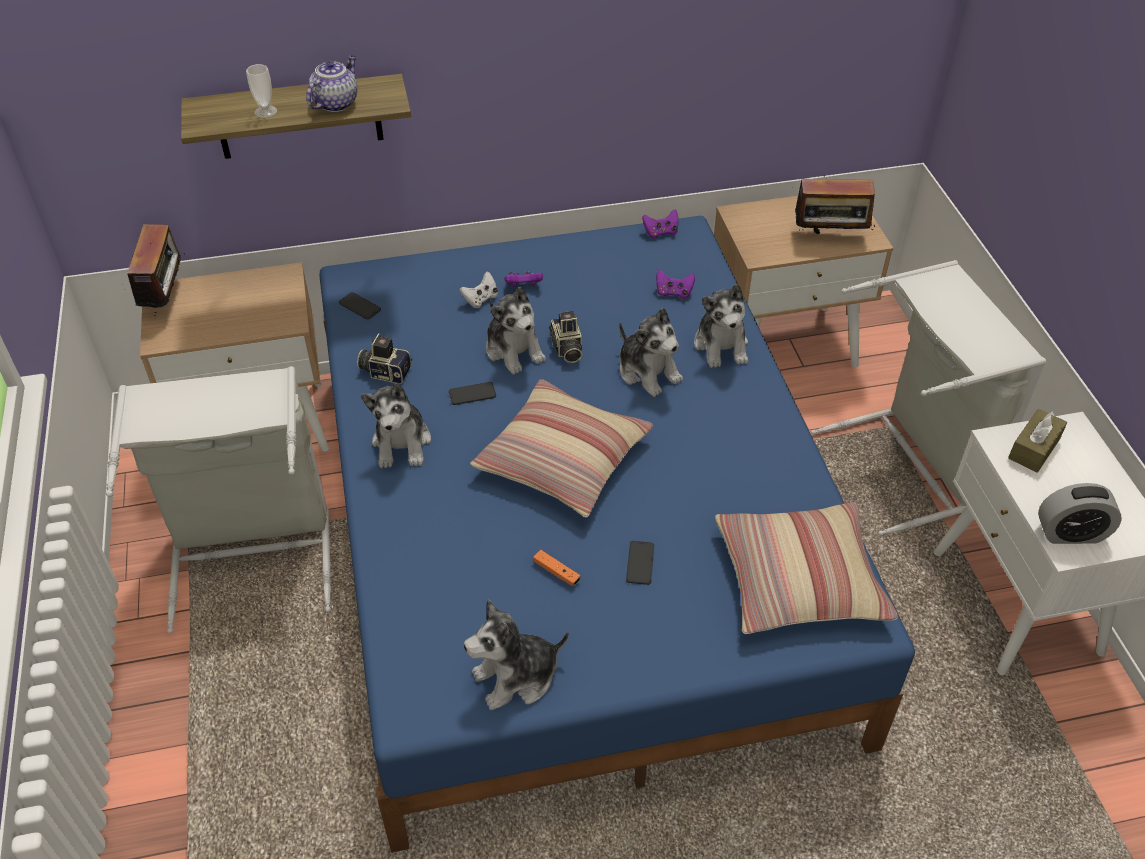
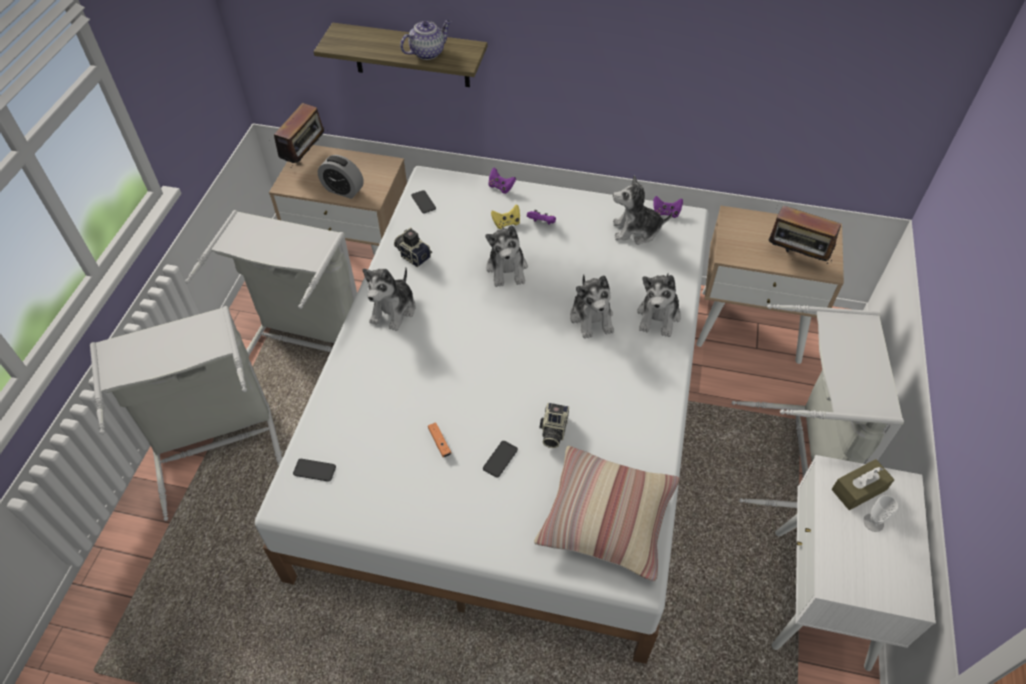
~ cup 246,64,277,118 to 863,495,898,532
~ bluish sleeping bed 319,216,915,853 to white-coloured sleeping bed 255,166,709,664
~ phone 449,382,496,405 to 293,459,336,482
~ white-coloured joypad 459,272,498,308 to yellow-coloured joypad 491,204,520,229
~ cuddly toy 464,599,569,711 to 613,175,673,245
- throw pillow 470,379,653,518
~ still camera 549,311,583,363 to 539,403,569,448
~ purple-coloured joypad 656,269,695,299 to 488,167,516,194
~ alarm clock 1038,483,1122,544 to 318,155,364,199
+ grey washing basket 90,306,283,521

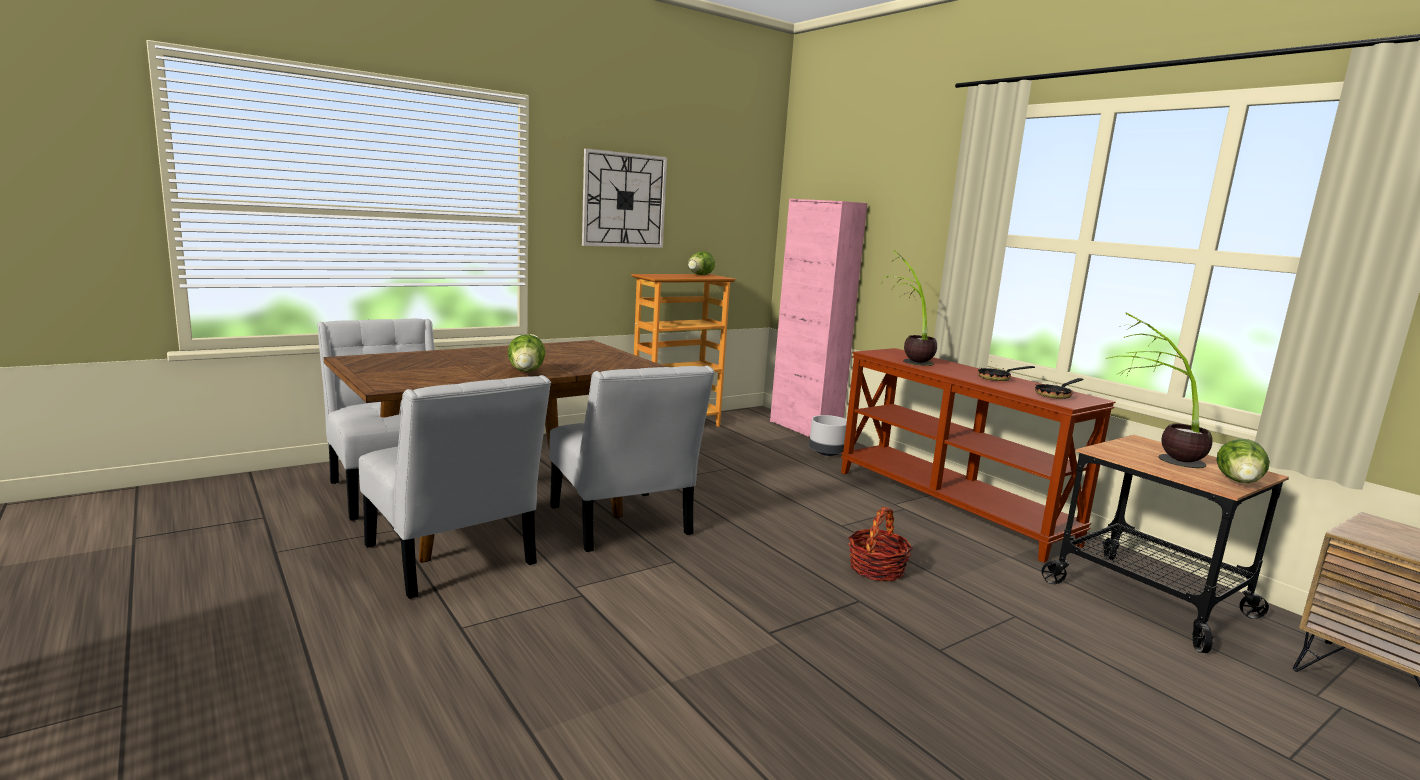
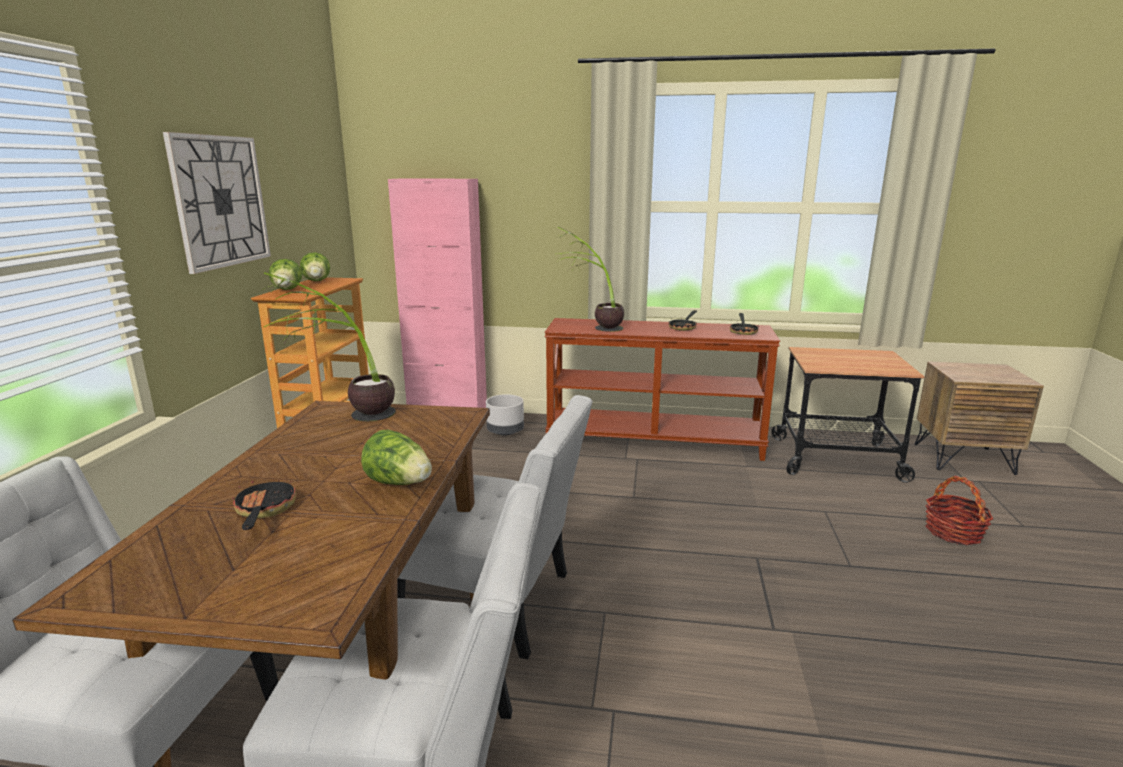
~ household basket 848,507,913,581 to 926,476,993,545
~ plant in a pot 1106,312,1213,468 to 263,272,396,421
~ head of lettuce 1216,439,1270,483 to 269,259,302,290
+ skillet 232,481,296,530

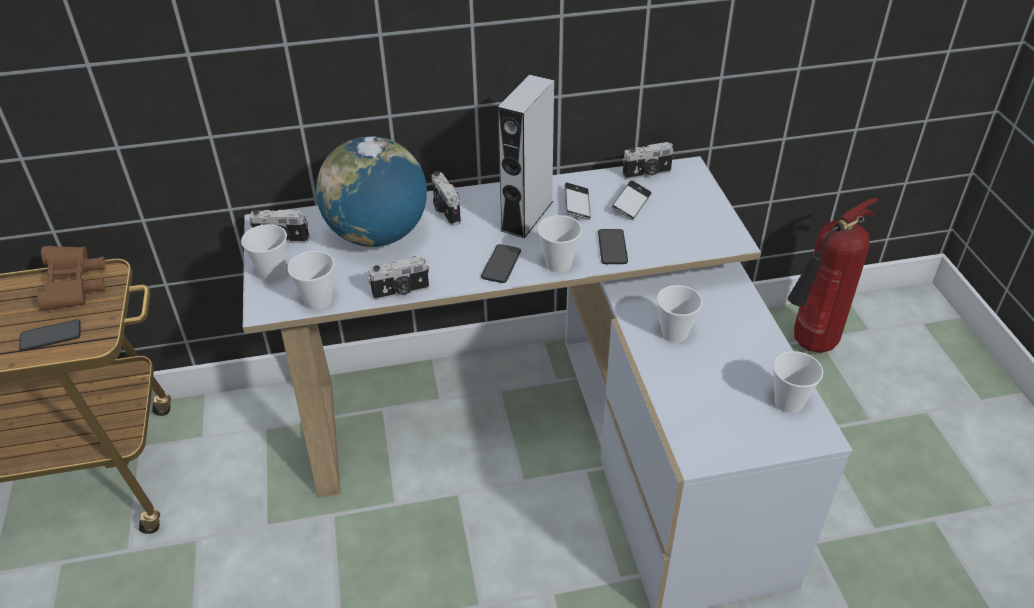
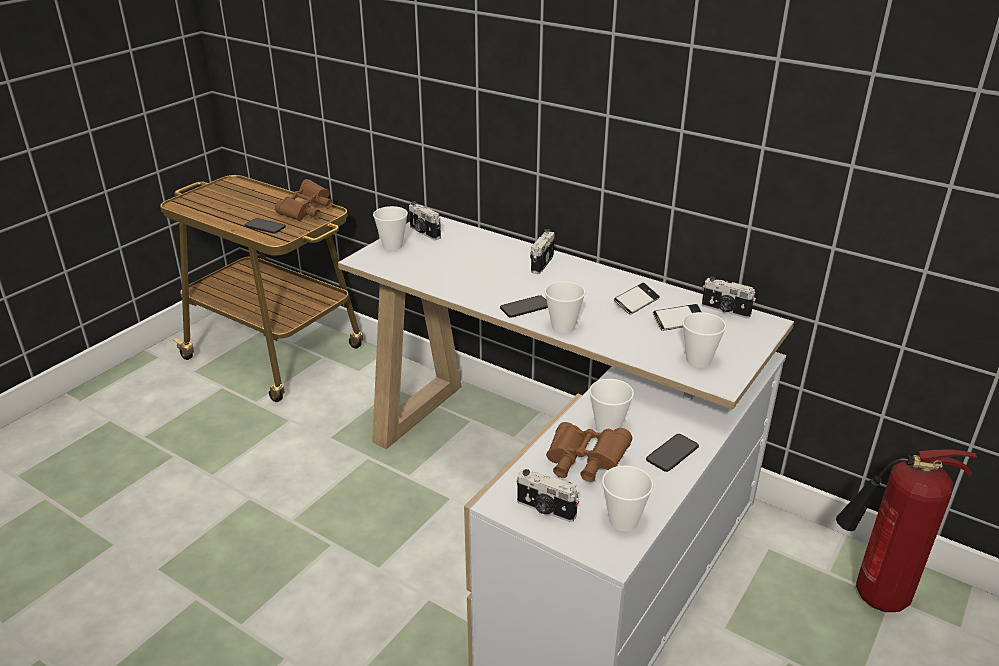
~ cup 287,251,335,310 to 682,312,726,368
- world globe 316,136,427,247
~ still camera 368,256,430,300 to 516,469,579,522
- grey speaker 498,74,554,238
~ phone 598,229,628,264 to 646,434,699,472
+ brown pair of binoculars 546,422,632,482

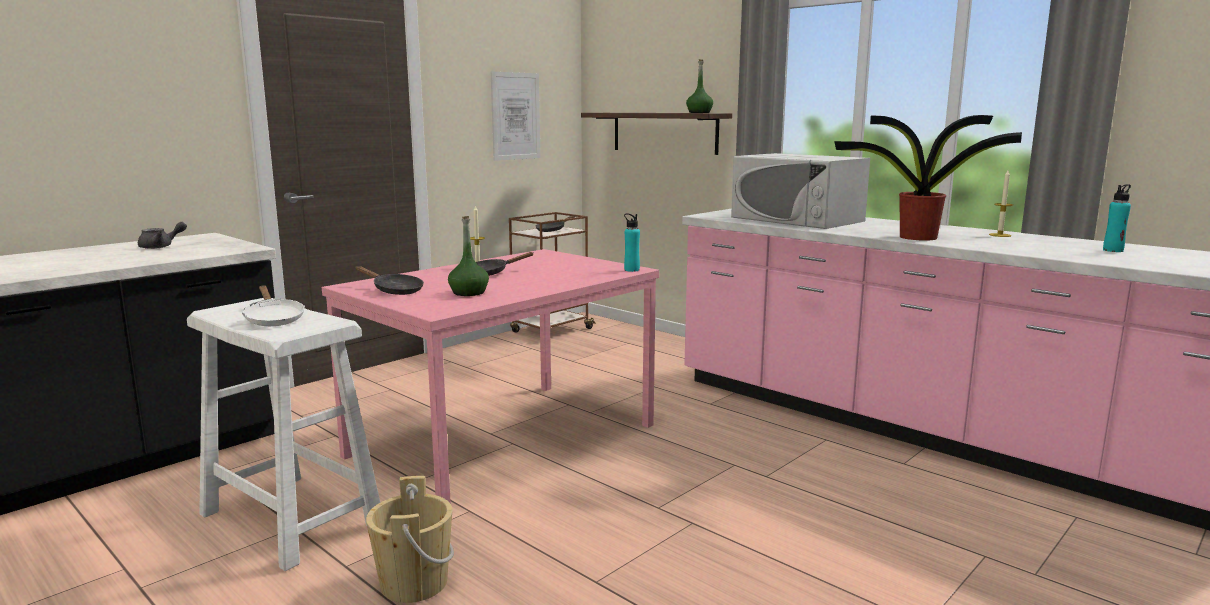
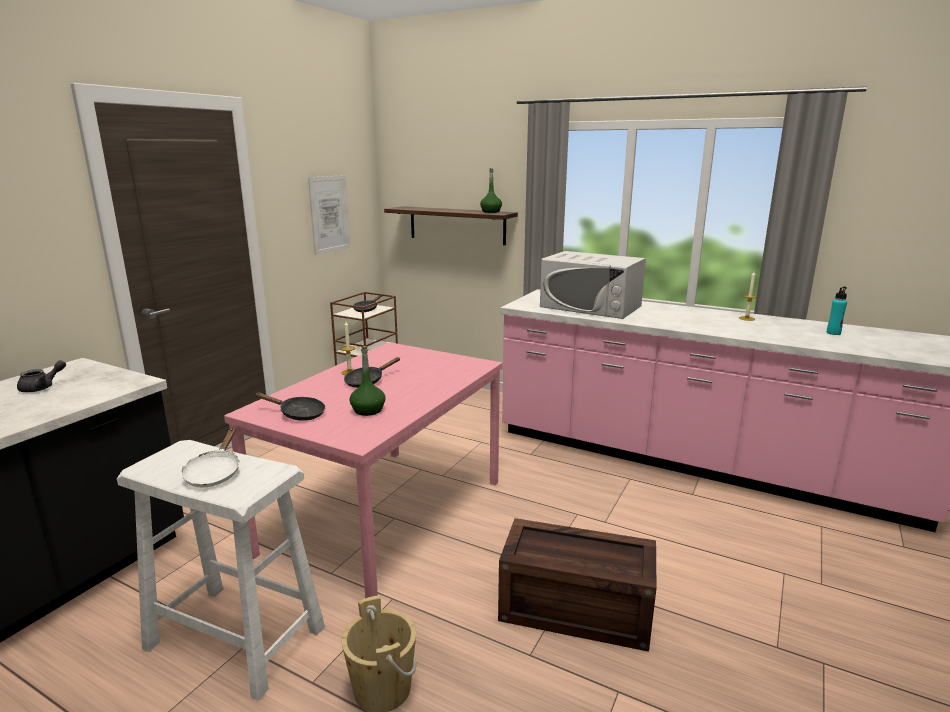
~ white-coloured skillet 242,286,305,326 = 181,428,239,488 45 degrees clockwise
- blue-green drink bottle 624,213,640,272
- plant in a pot 834,115,1022,241
+ shipping crate 498,518,656,652

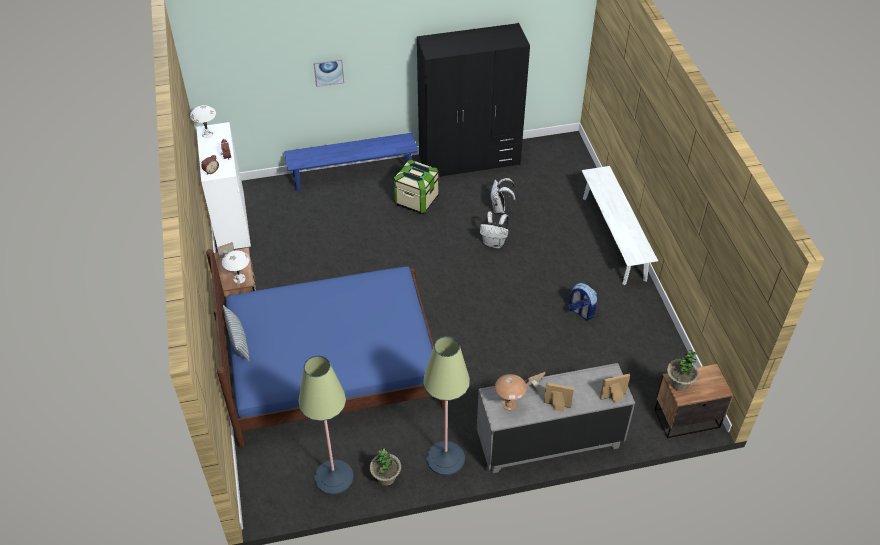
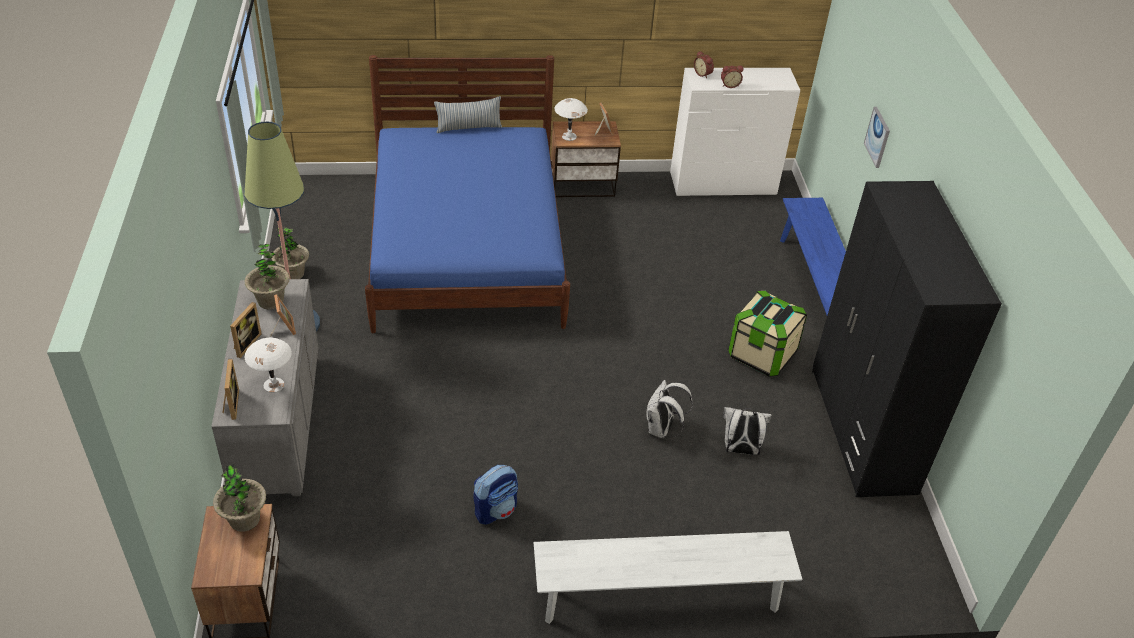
~ white-coloured table lamp 190,105,216,138 to 244,338,292,393
- floor lamp 298,355,354,495
~ brown table lamp 495,374,527,411 to plant in a pot 245,244,290,310

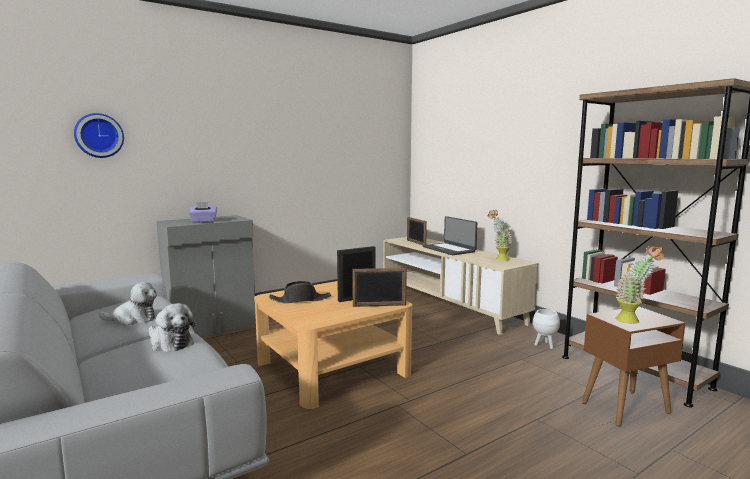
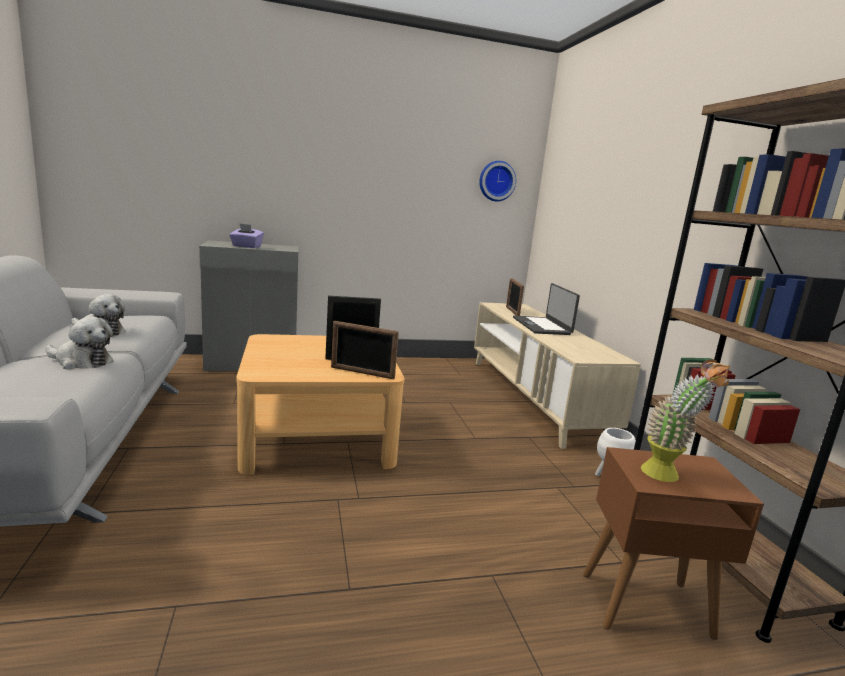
~ hanging clock 74,113,124,158 to 479,161,516,202
~ cuddly toy 149,303,195,352 = 46,317,113,369 45 degrees counterclockwise
- black-coloured hat 269,281,331,304
- plant in a pot 488,210,511,261

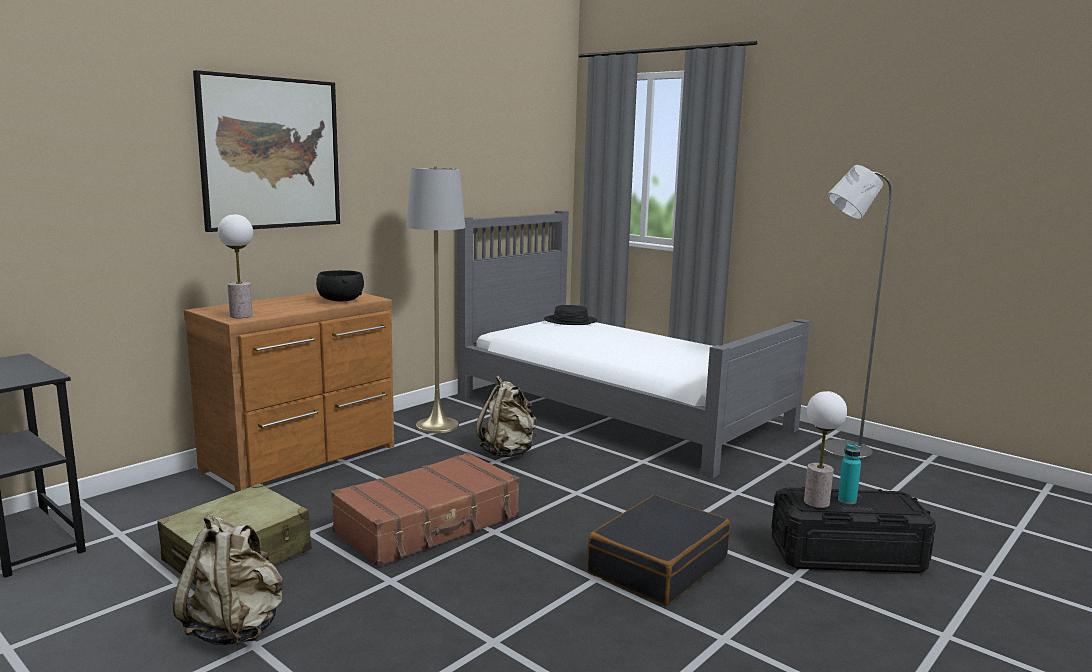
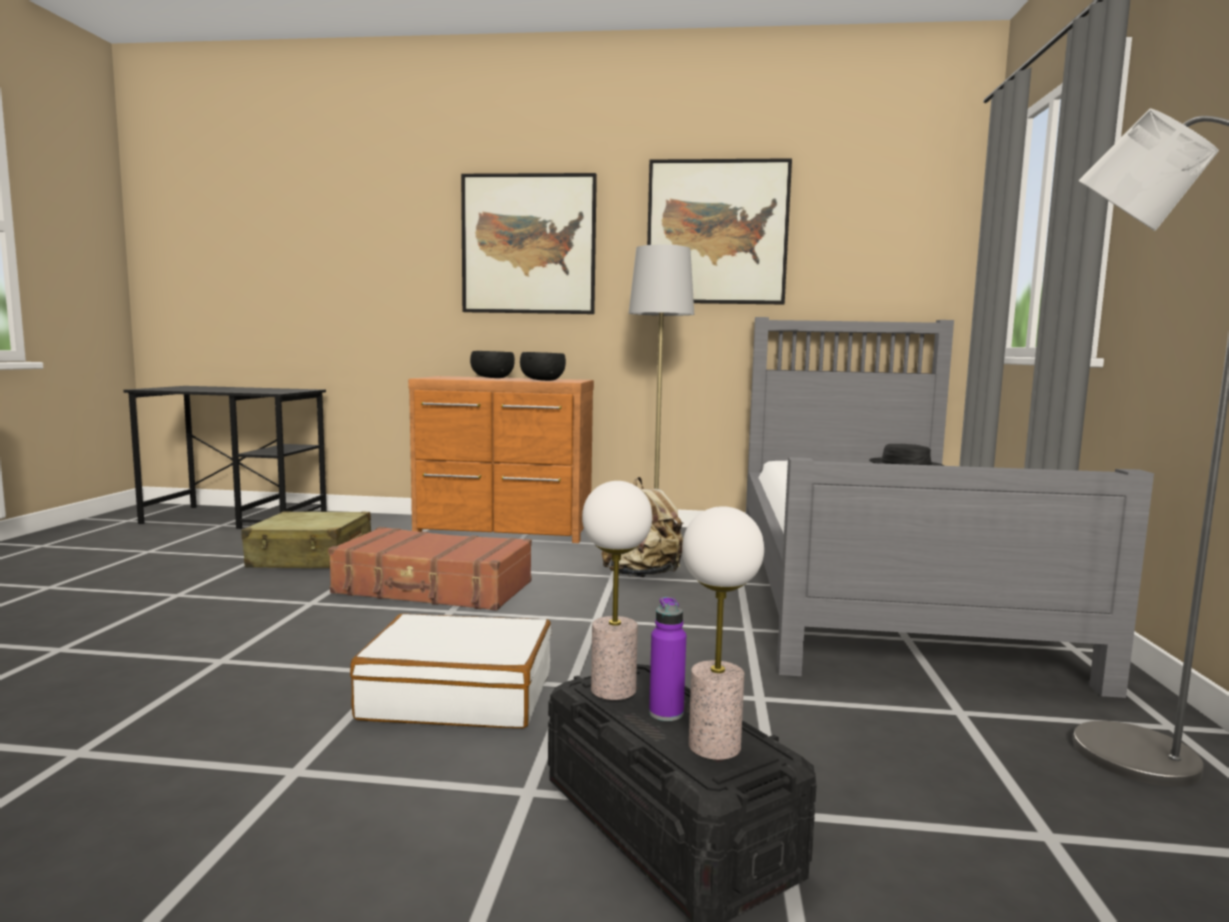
- beige-coloured rucksack 173,515,283,645
~ table lamp 218,214,253,318 to 682,506,764,760
~ black-coloured suitcase 587,495,730,606 to white-coloured suitcase 350,613,551,728
~ blue-green drink bottle 838,443,861,504 to purple-coloured drink bottle 649,597,686,721
+ black-coloured serving bowl 470,351,515,378
+ wall art 647,158,792,304

